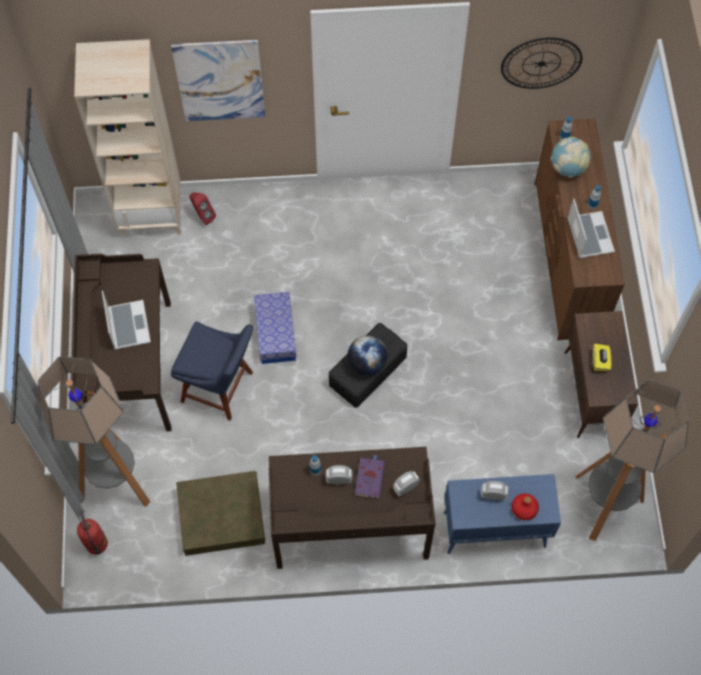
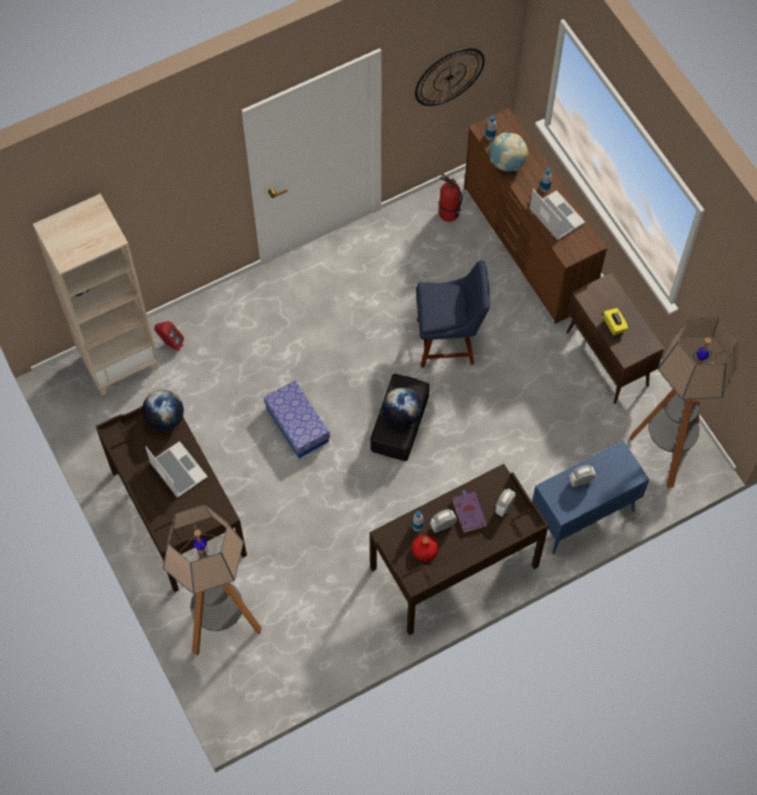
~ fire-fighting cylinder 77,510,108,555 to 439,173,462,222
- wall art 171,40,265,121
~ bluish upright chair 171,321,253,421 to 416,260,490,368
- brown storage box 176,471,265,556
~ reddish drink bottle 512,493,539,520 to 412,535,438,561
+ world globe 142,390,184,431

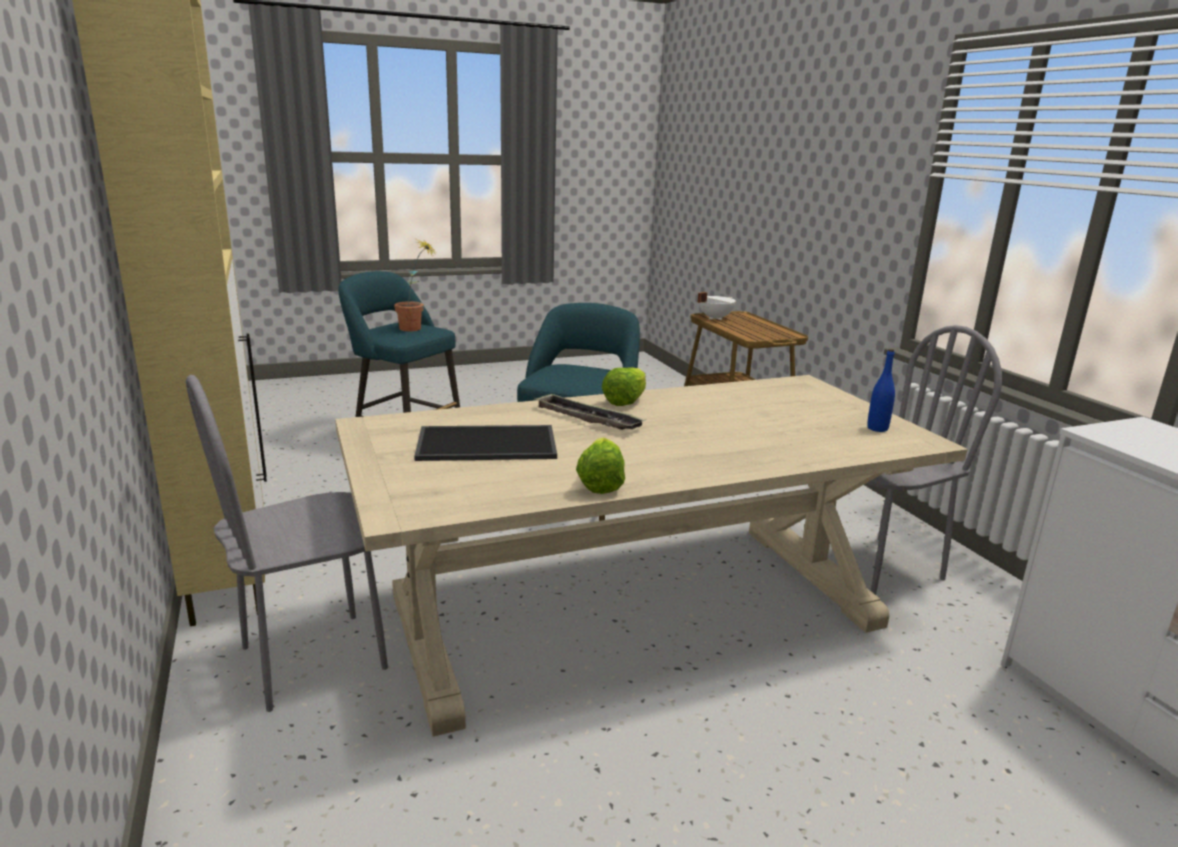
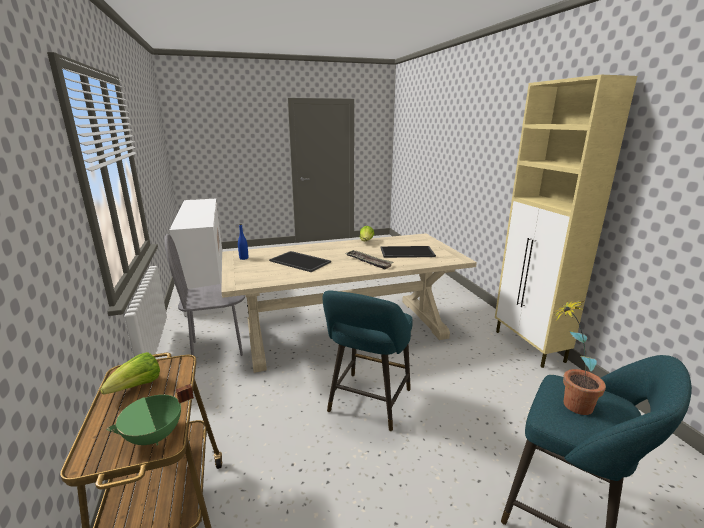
- grey upright chair 186,375,388,712
~ head of lettuce 602,367,646,406 to 100,352,160,395
~ white-coloured cooking pot 697,292,736,320 to green-coloured cooking pot 106,384,194,445
+ tray 269,251,331,272

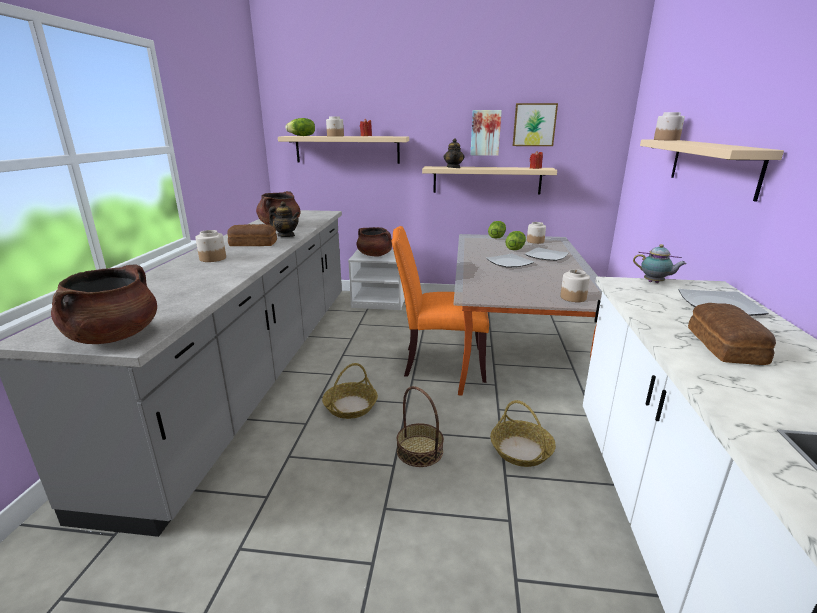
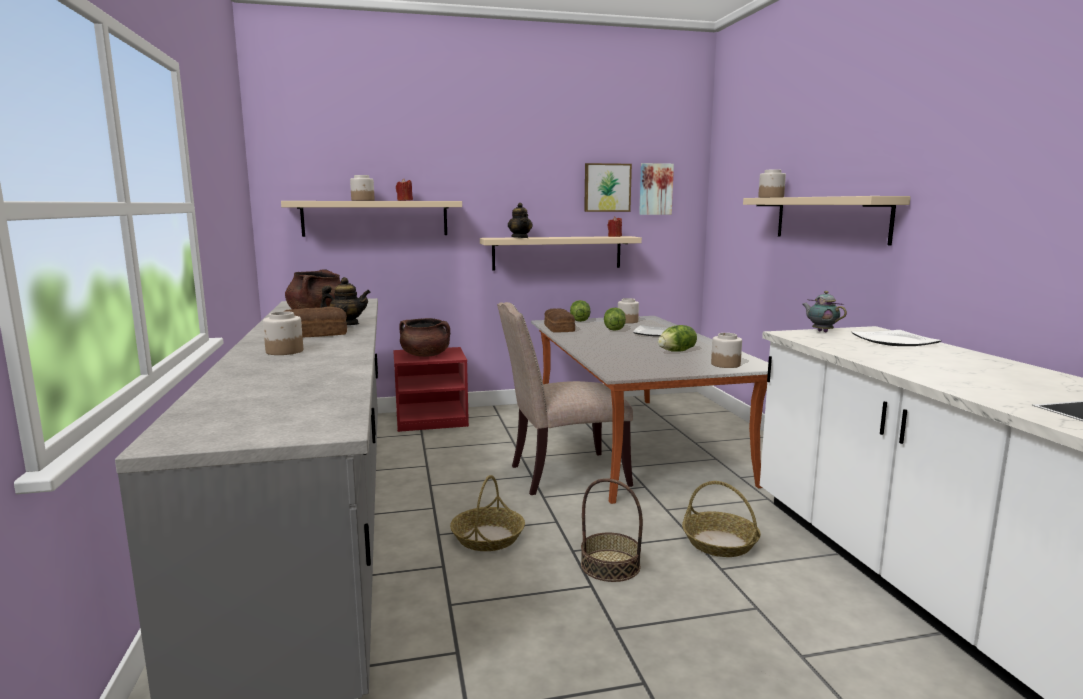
- brown cooking pot 51,265,157,344
~ head of lettuce 285,118,315,136 to 658,325,697,352
~ white-coloured bedside table 348,249,405,310 to reddish bedside table 393,347,469,432
~ orangey upright chair 391,226,489,383 to beige-coloured upright chair 497,302,633,495
~ wall art 470,110,502,156 to 639,163,674,215
- dinner plate 486,253,534,268
~ tea pot 633,244,687,283 = 802,291,847,332 135 degrees counterclockwise
~ bread 688,303,776,365 to 544,308,575,332

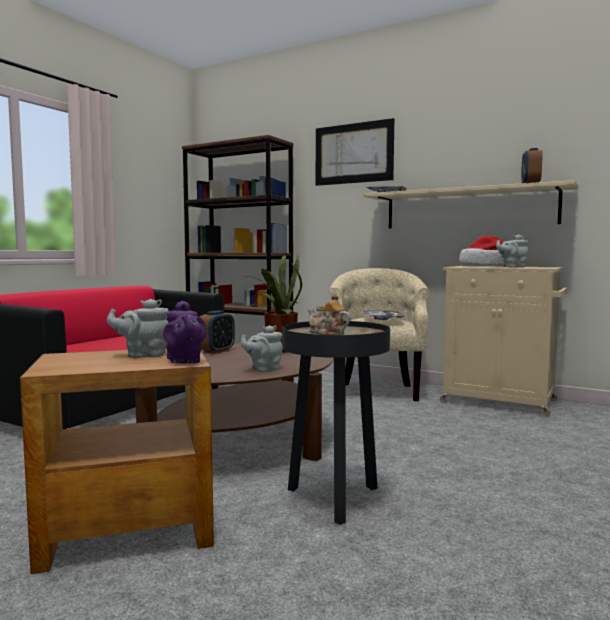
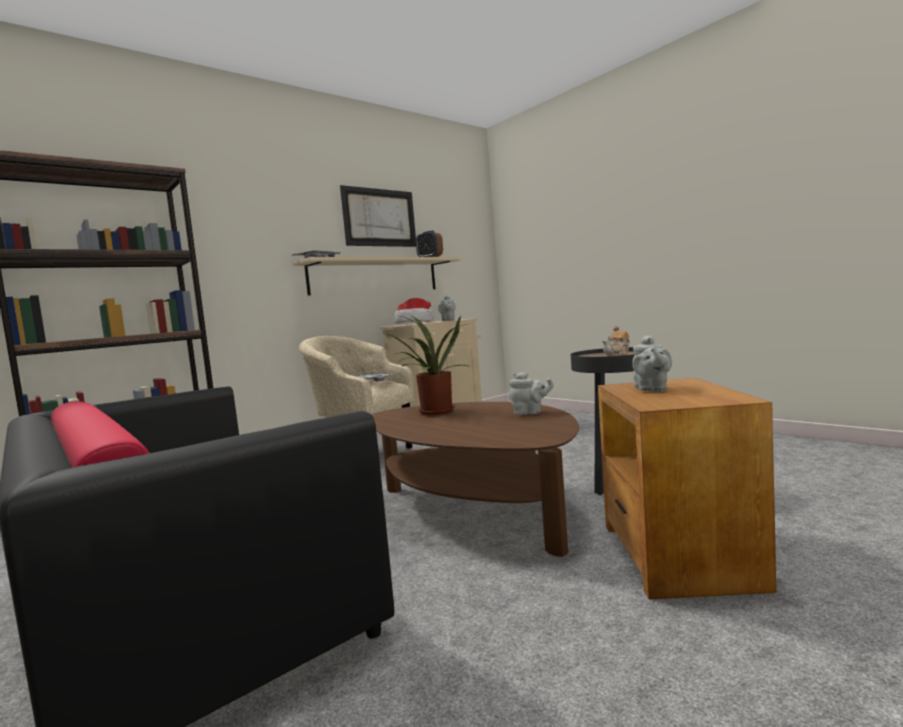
- purple-coloured tea pot 163,301,207,364
- alarm clock 200,310,235,354
~ grey tea pot 241,325,283,372 = 509,372,554,415 60 degrees counterclockwise
~ wall art 316,118,394,186 to 340,185,416,247

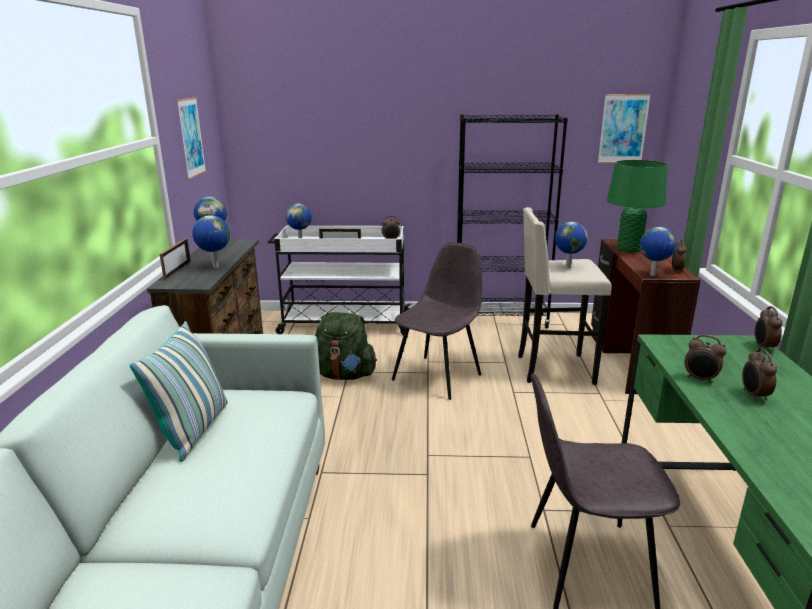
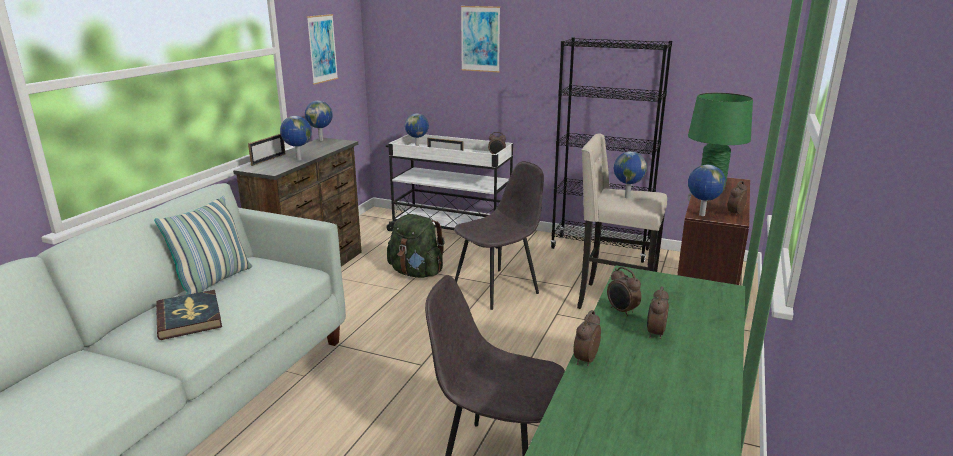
~ wall art 598,94,651,163 to 461,6,500,72
~ alarm clock 755,306,783,351 to 573,310,601,366
+ book 156,290,222,340

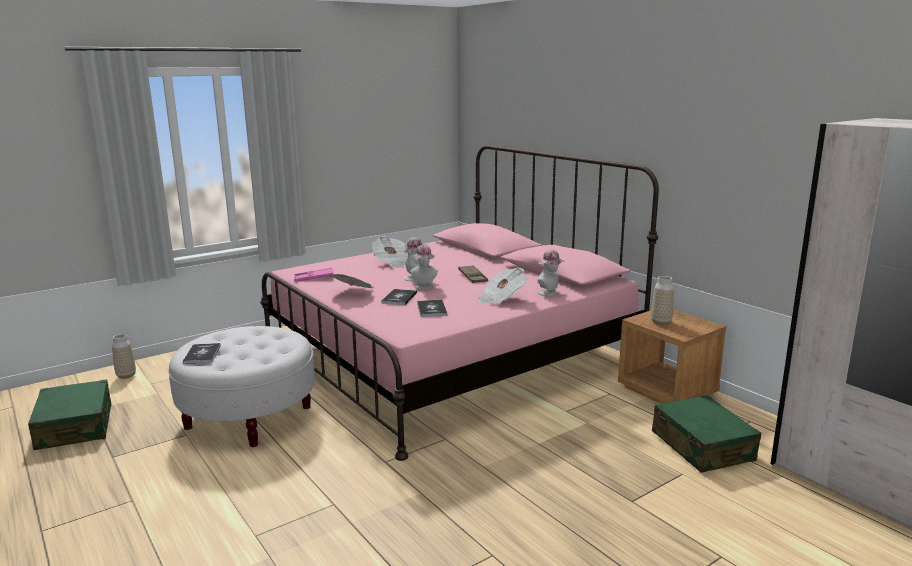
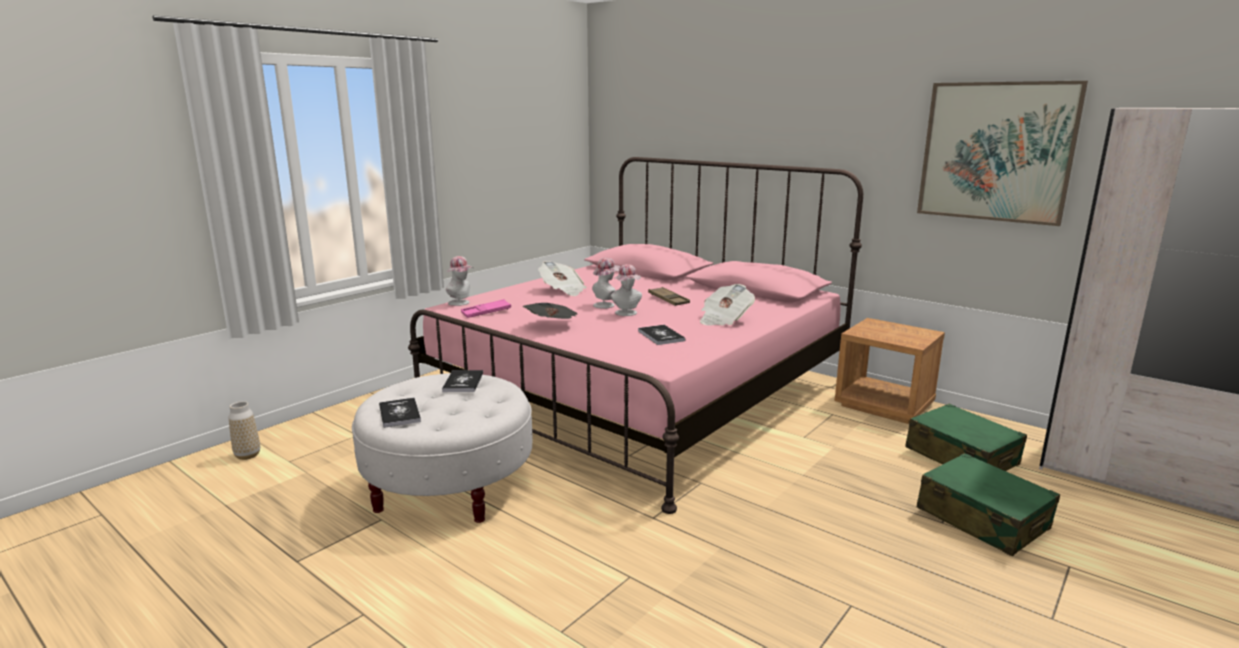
~ green-coloured suitcase 28,379,111,450 to 917,453,1060,556
~ book 381,289,417,305 to 442,370,483,392
~ hat 537,249,565,296 to 446,256,473,306
- flower vase 651,276,674,325
+ wall art 917,81,1088,226

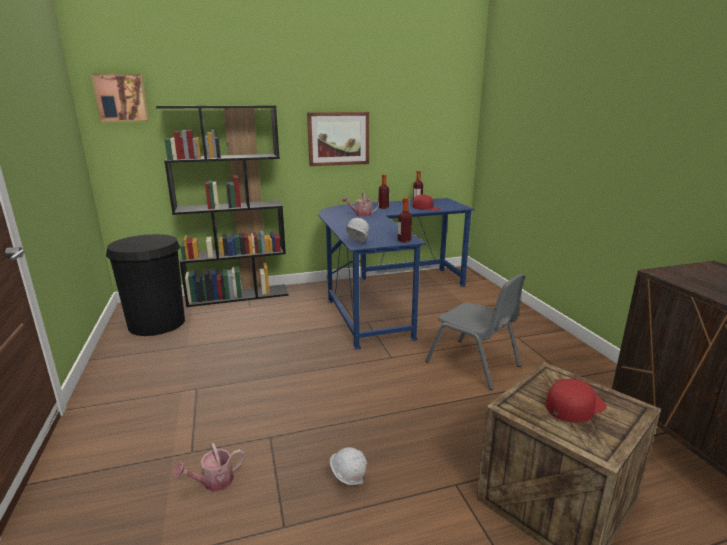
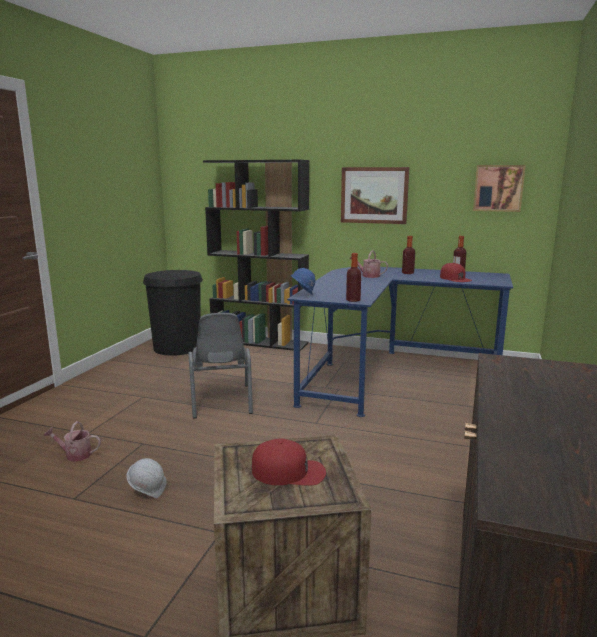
~ wall art 90,73,150,122 to 473,165,526,212
~ white-coloured work helmet 345,218,369,242 to bluish work helmet 291,268,315,295
~ grey upright chair 425,274,526,390 to 188,313,253,419

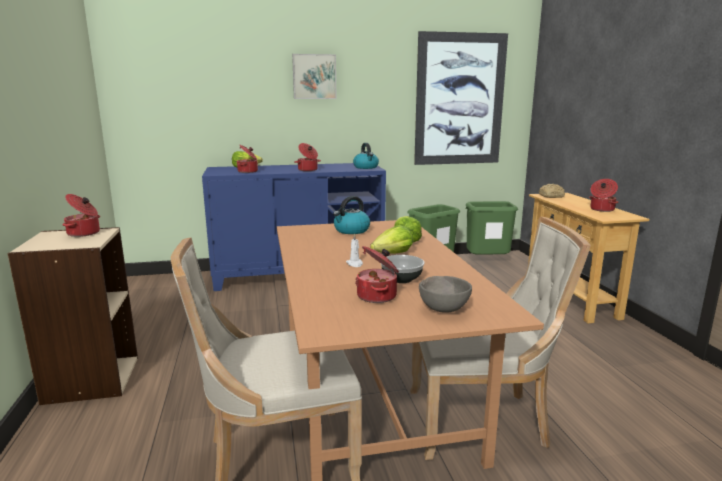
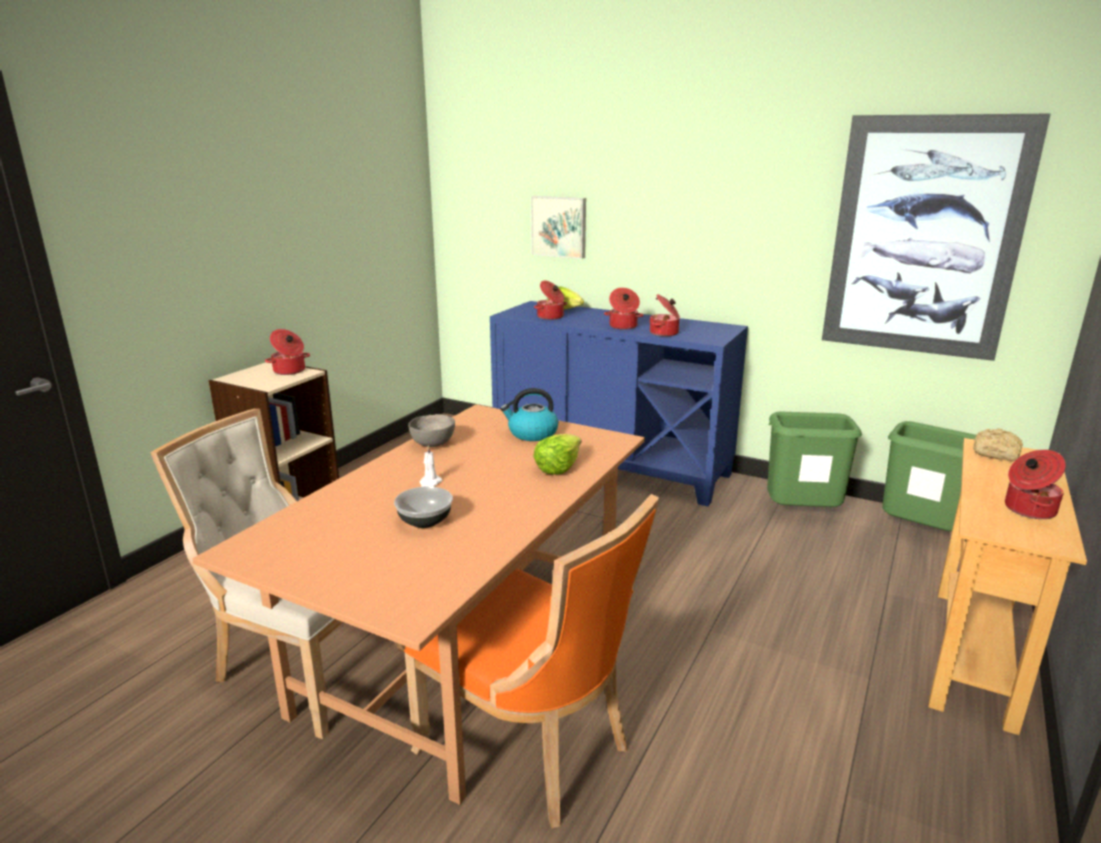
~ wall art 292,54,336,99 to 531,196,586,259
- water kettle 353,143,379,169
~ cooking pot 355,246,399,303 to 649,294,680,336
- head of lettuce 370,225,413,254
~ beige-coloured upright chair 410,217,591,460 to orangey upright chair 404,494,660,829
~ grey serving bowl 419,276,472,313 to 408,414,455,447

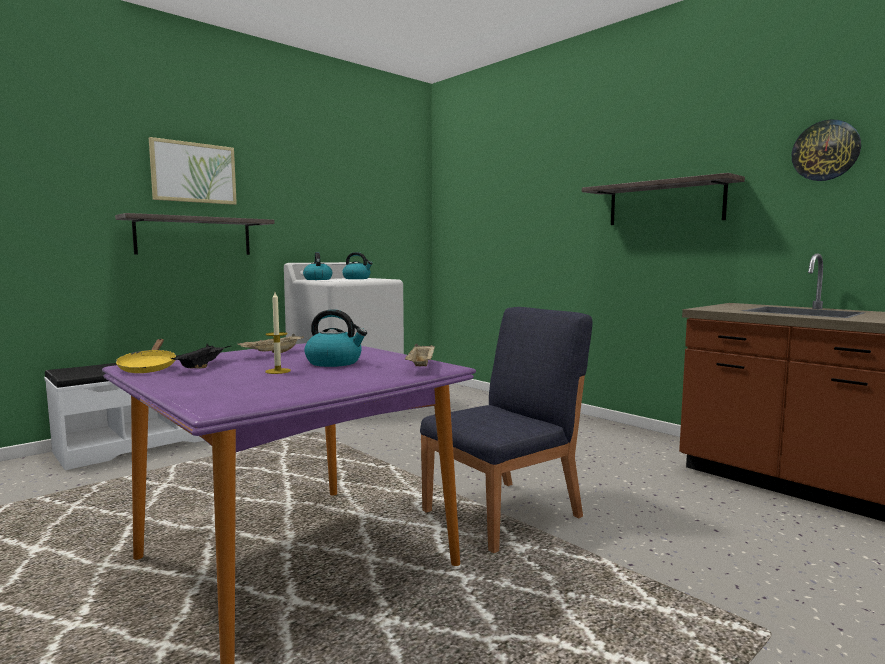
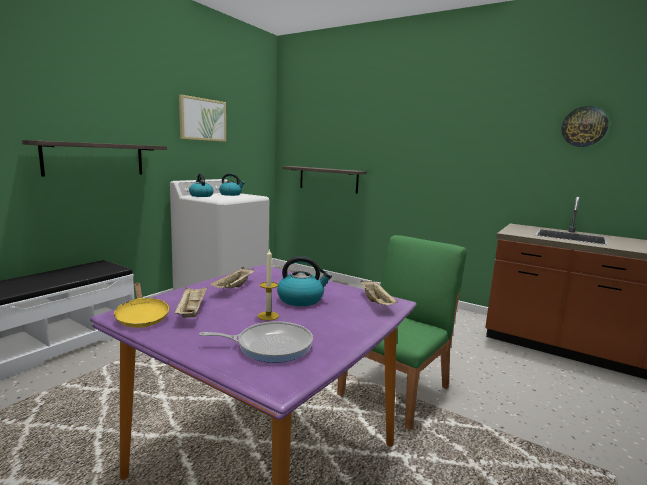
~ wall art 149,137,237,205 to 179,94,226,142
~ black-coloured tray 170,344,232,368 to beige-coloured tray 174,287,208,318
~ bluish upright chair 420,307,592,553 to green-coloured upright chair 337,235,467,430
~ shelf 582,173,745,225 to 283,166,367,194
+ skillet 199,321,313,363

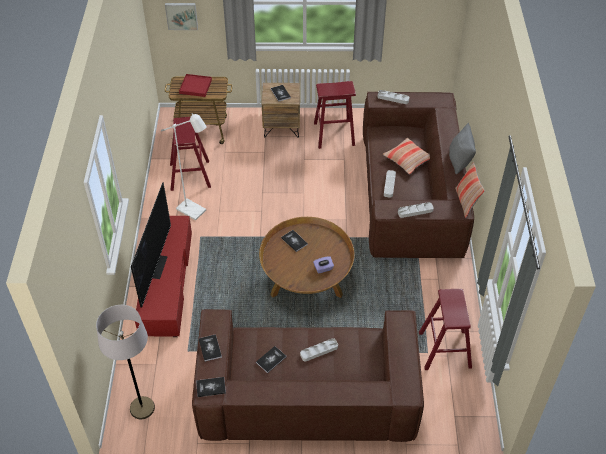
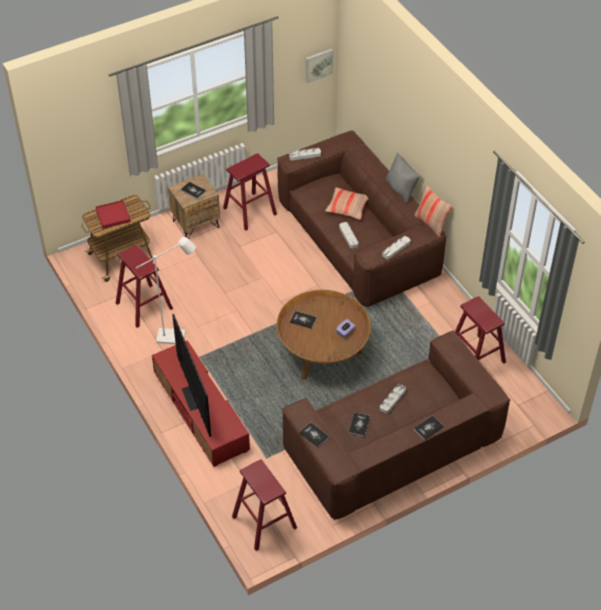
~ grey floor lamp 96,305,155,419 to reddish sitting stool 232,459,297,551
~ wall art 165,3,198,30 to 305,49,333,83
~ book 196,377,226,397 to 413,415,444,440

